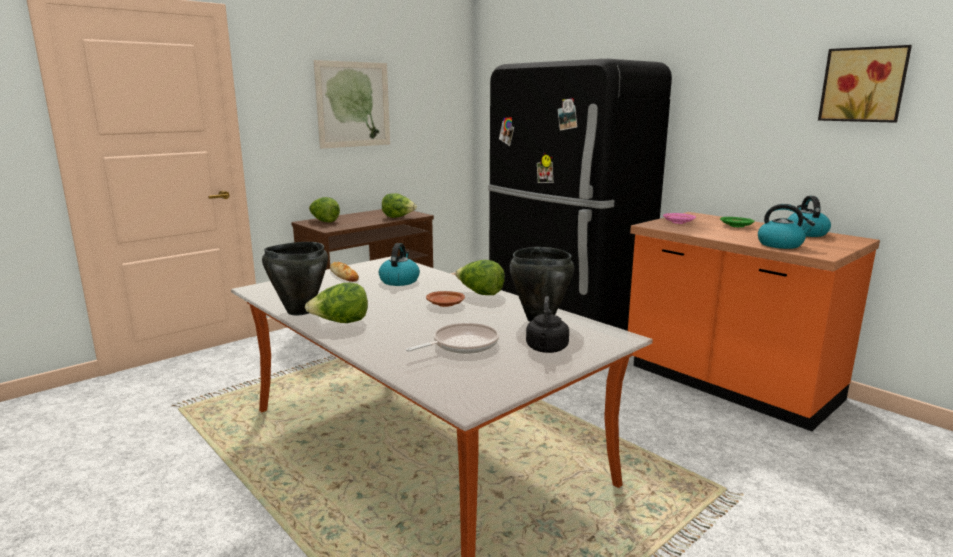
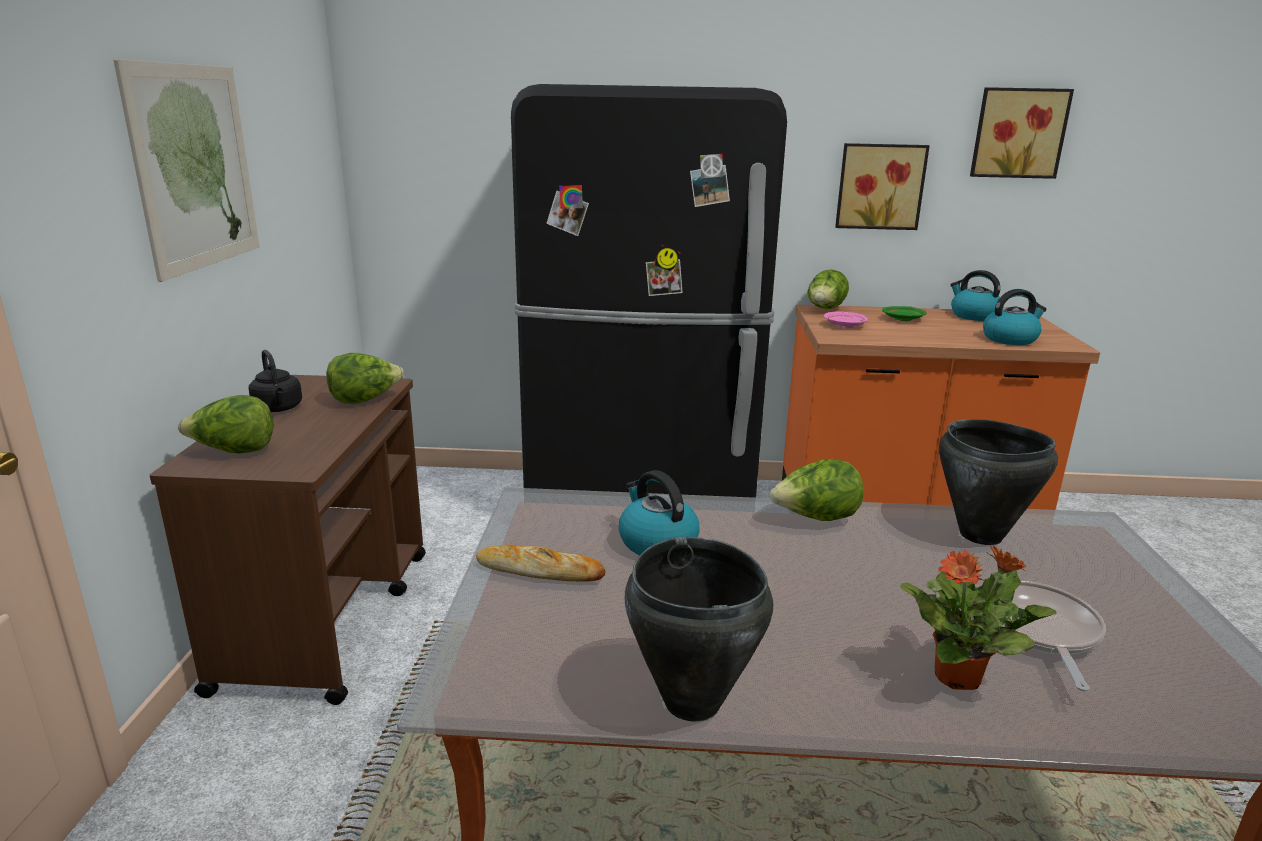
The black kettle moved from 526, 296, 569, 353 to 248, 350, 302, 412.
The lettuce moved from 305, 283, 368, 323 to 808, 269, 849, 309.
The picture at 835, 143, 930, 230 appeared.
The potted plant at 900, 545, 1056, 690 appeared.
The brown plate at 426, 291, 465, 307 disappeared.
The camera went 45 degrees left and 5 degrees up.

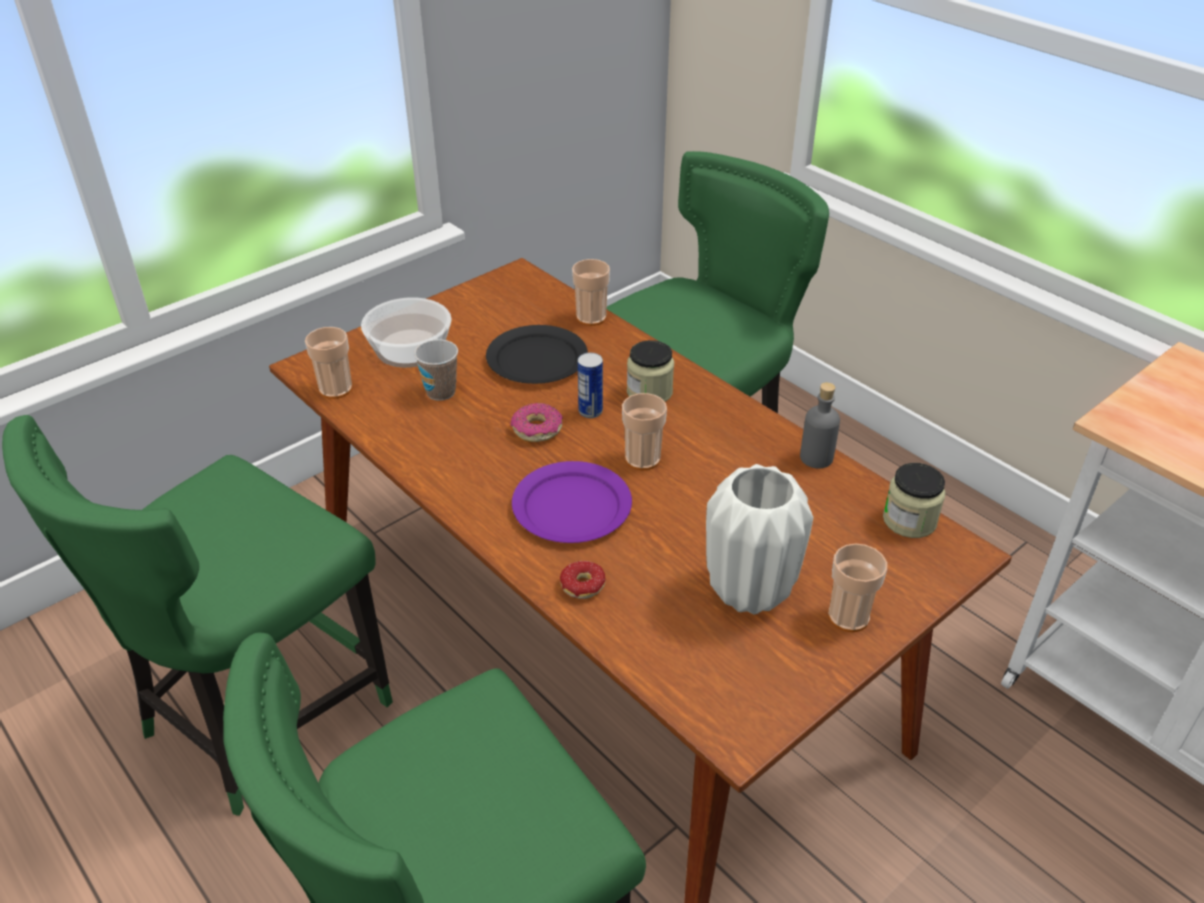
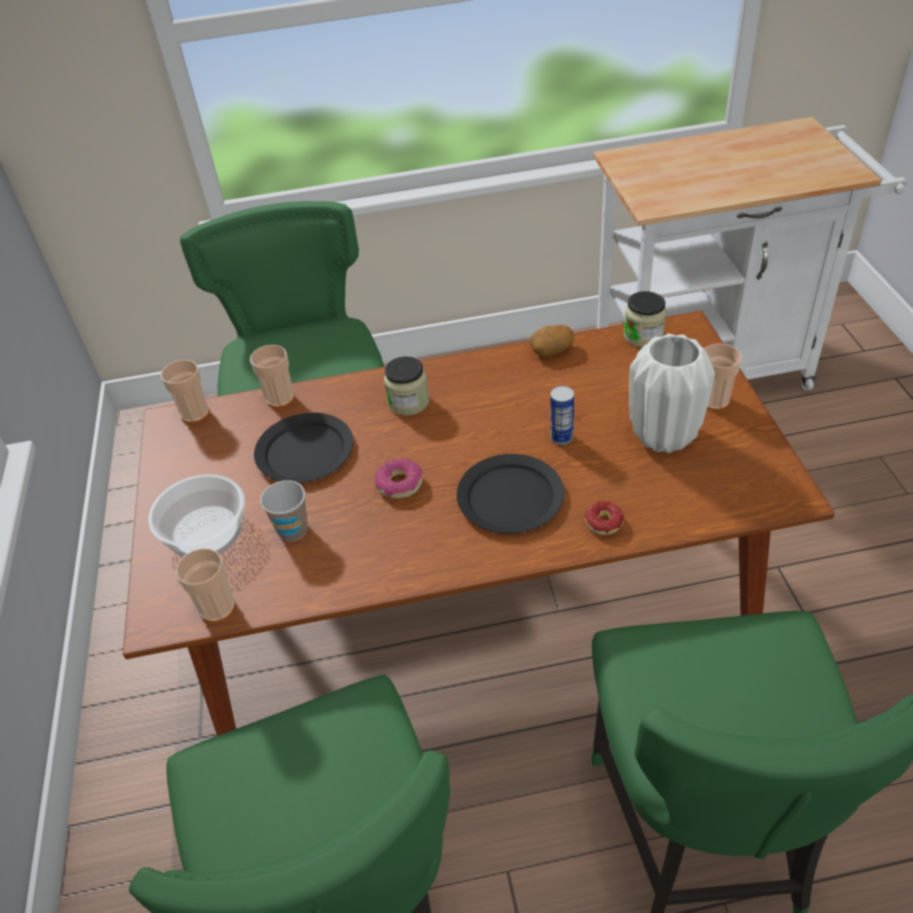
The cup moved from 622, 393, 667, 470 to 161, 360, 209, 423.
The purple plate at 512, 461, 632, 543 became the black plate at 457, 454, 564, 534.
The grey bottle at 800, 382, 840, 468 was replaced by the potato at 530, 325, 575, 357.
The can moved from 578, 353, 603, 418 to 550, 386, 574, 445.
The camera went 55 degrees left and 5 degrees up.

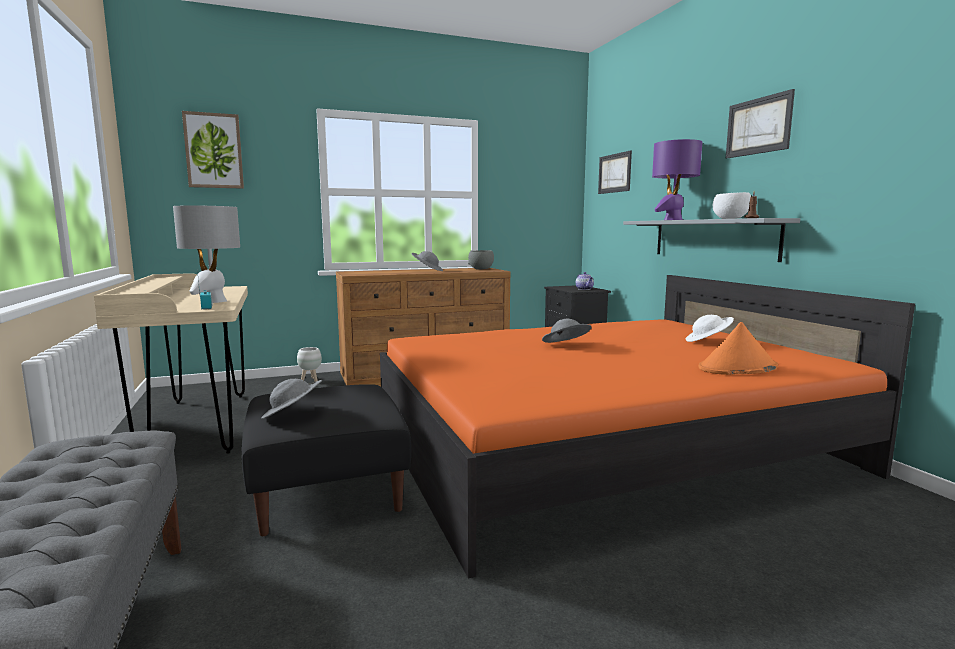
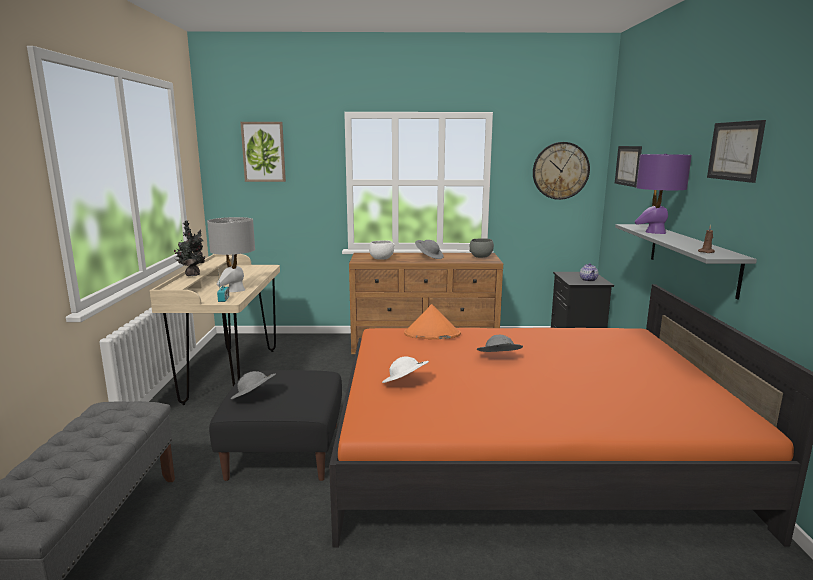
The potted plant at 174, 221, 205, 276 appeared.
The white bowl moved from 713, 192, 751, 219 to 369, 240, 395, 260.
The white hat moved from 686, 315, 734, 342 to 382, 356, 429, 383.
The orange hat moved from 699, 322, 778, 375 to 404, 304, 461, 340.
The wall clock at 533, 142, 590, 200 appeared.
The white planter at 297, 347, 322, 381 disappeared.
The camera went 20 degrees right and 5 degrees up.

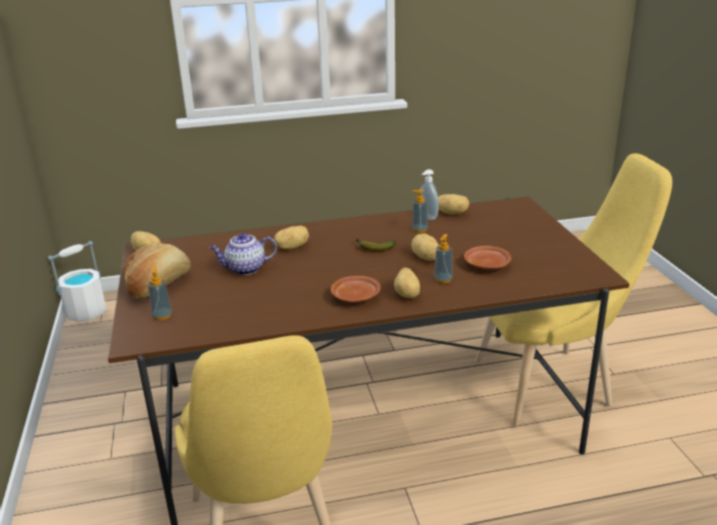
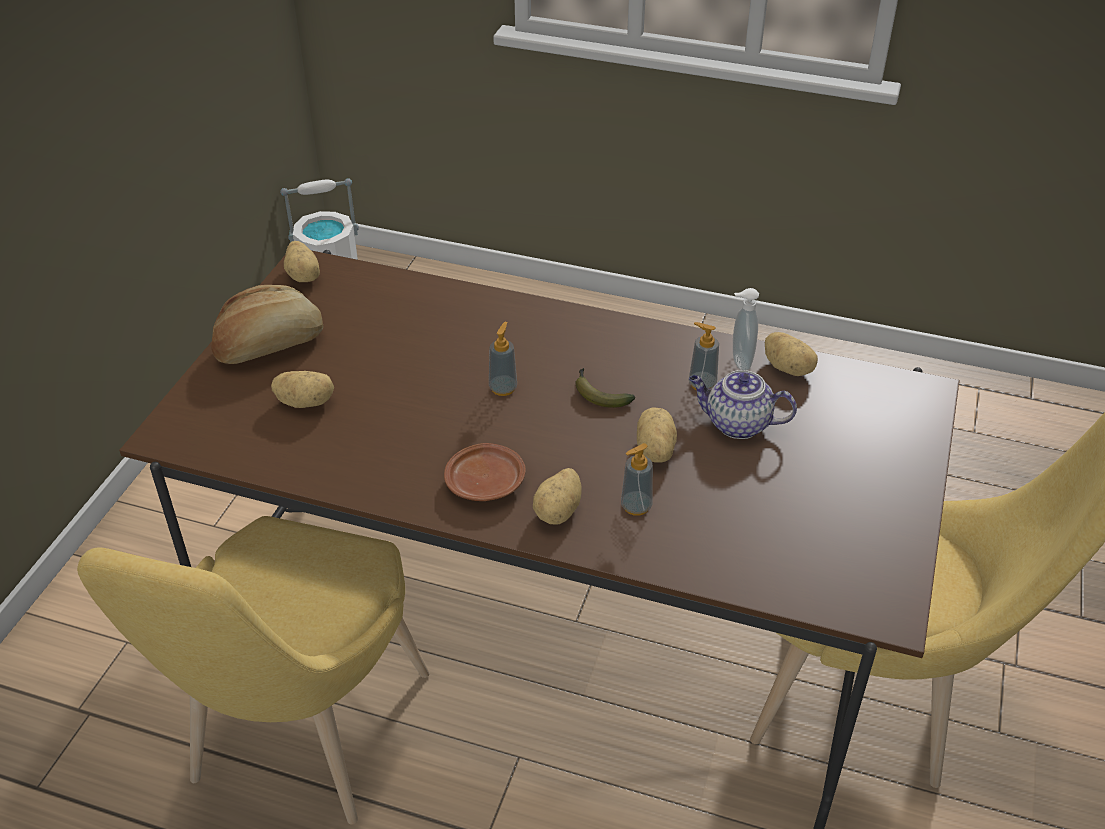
The potato moved from 274, 226, 309, 250 to 271, 371, 334, 408.
The soap dispenser moved from 148, 266, 172, 320 to 489, 322, 517, 396.
The teapot moved from 209, 233, 277, 275 to 689, 370, 797, 439.
The brown plate at 464, 246, 511, 270 disappeared.
The camera went 30 degrees right and 15 degrees up.

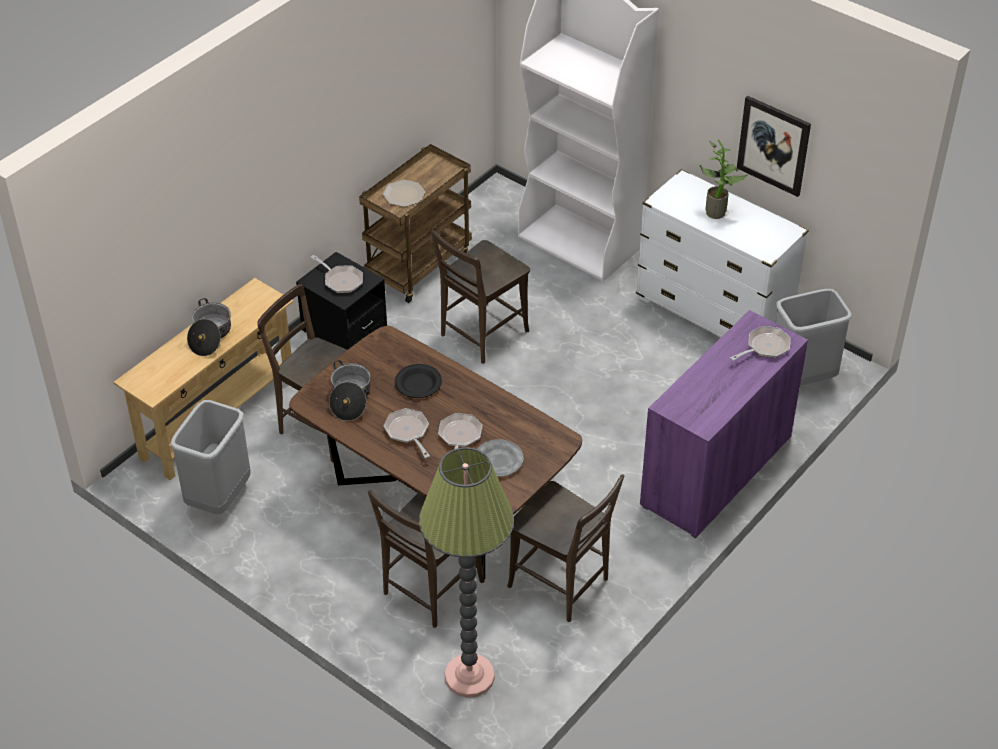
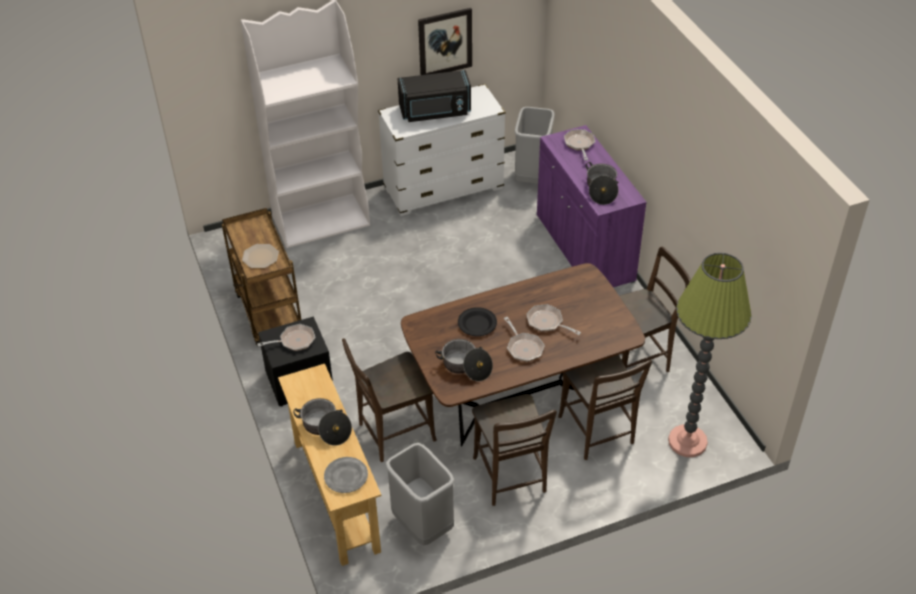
The grey plate moved from 478, 439, 524, 477 to 324, 457, 368, 493.
The potted plant at 699, 140, 748, 219 was replaced by the black microwave at 398, 70, 471, 122.
The brown chair moved from 431, 230, 530, 364 to 472, 394, 557, 506.
The frying pan at 383, 408, 430, 458 turned 120 degrees counterclockwise.
The cooking pot at 586, 162, 619, 205 appeared.
The camera went 60 degrees left and 0 degrees up.

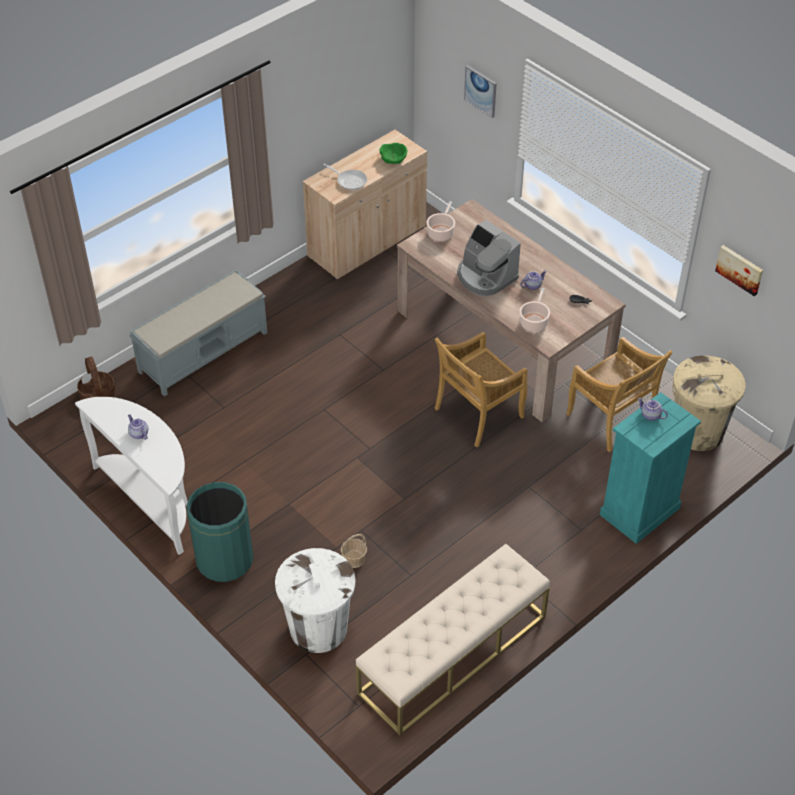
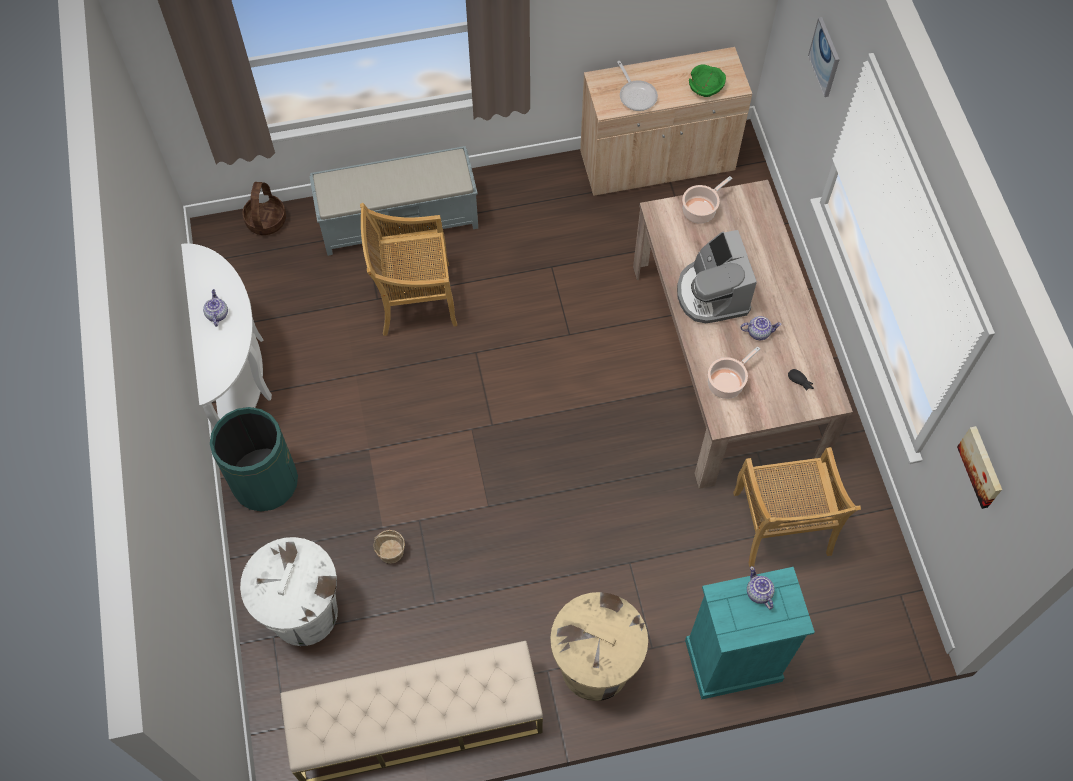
The beige chair moved from 435, 332, 528, 447 to 360, 203, 457, 336.
The beige trash can moved from 672, 356, 746, 451 to 550, 592, 648, 701.
The camera went 30 degrees right and 15 degrees up.

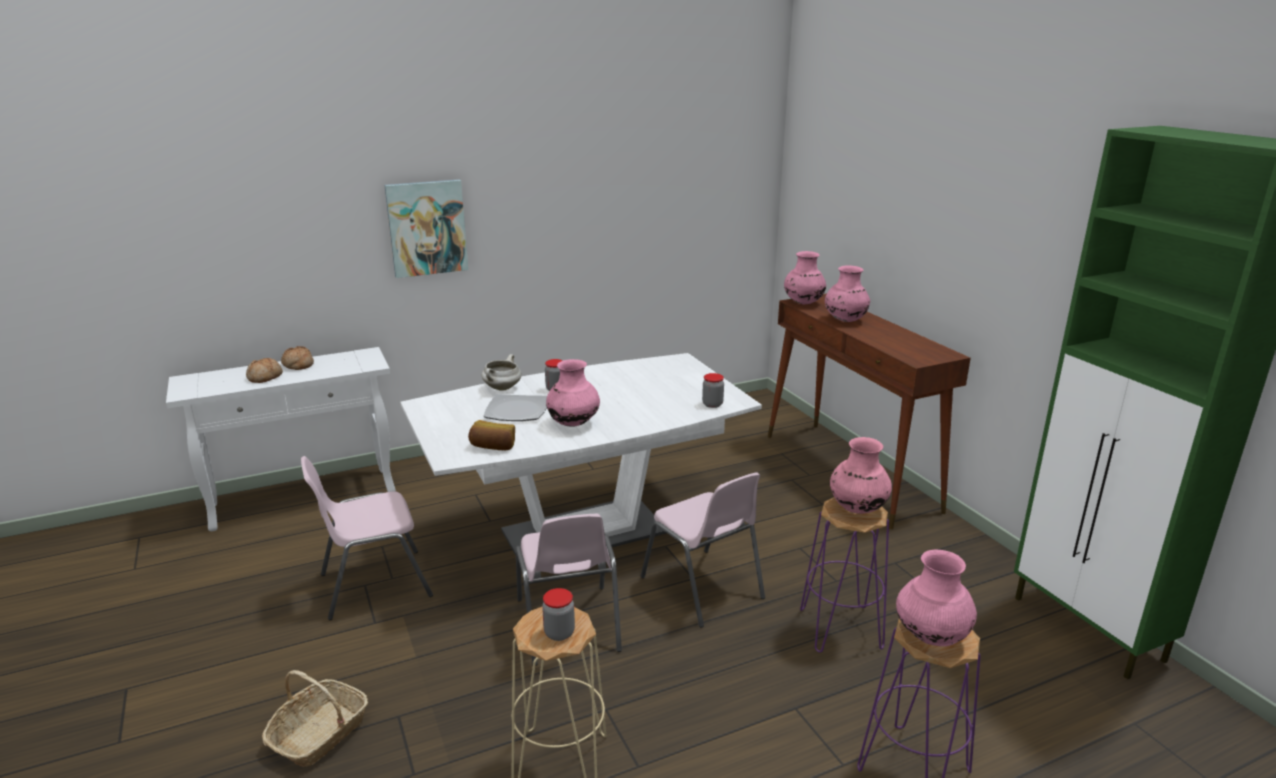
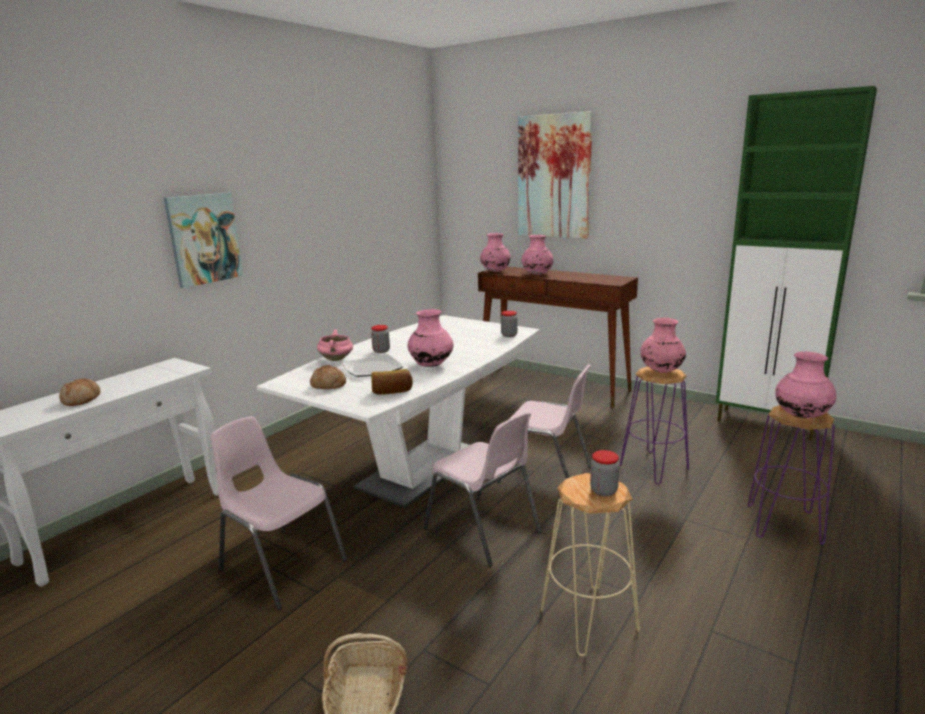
The pink chair at 301, 456, 433, 620 turned 90 degrees clockwise.
The bread moved from 281, 346, 314, 370 to 310, 365, 346, 389.
The white cooking pot at 482, 354, 522, 391 became the pink cooking pot at 317, 329, 353, 361.
The picture at 518, 111, 593, 239 appeared.
The camera went 30 degrees left and 5 degrees down.

